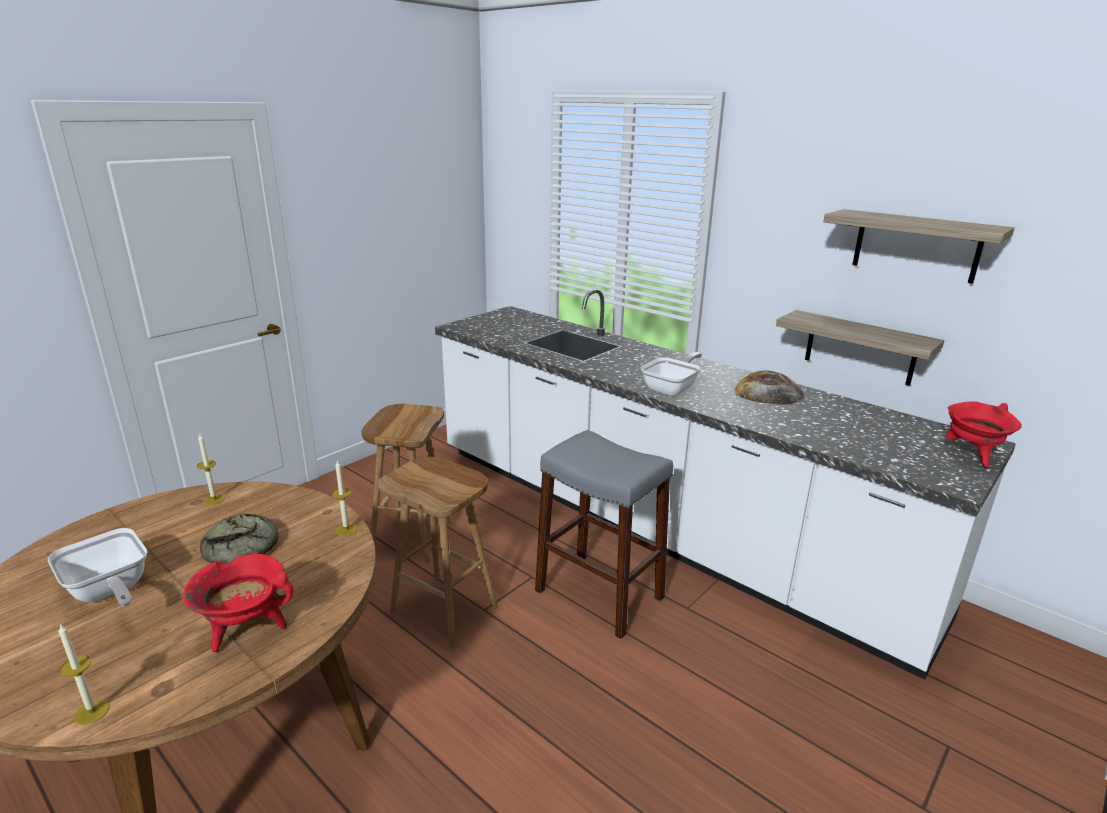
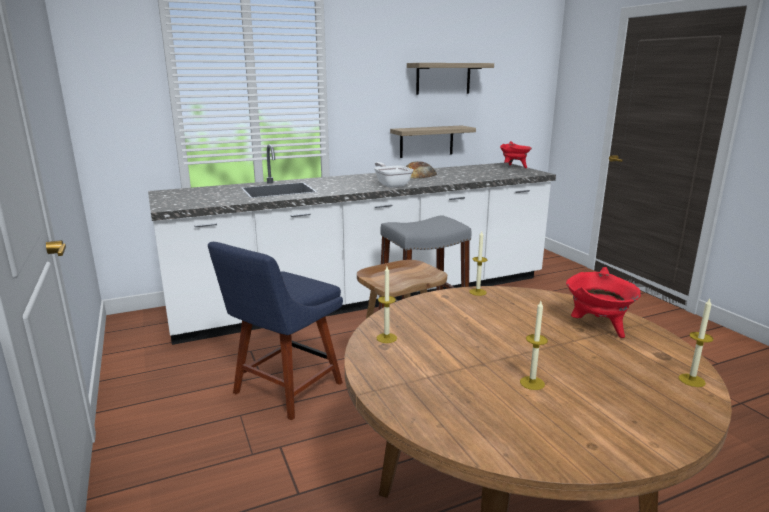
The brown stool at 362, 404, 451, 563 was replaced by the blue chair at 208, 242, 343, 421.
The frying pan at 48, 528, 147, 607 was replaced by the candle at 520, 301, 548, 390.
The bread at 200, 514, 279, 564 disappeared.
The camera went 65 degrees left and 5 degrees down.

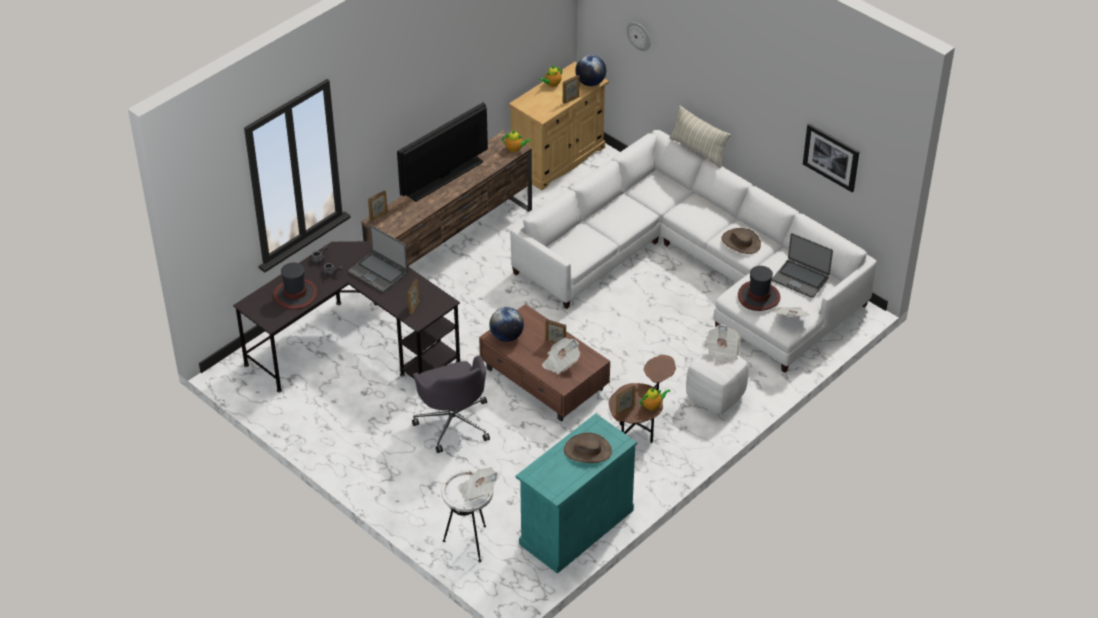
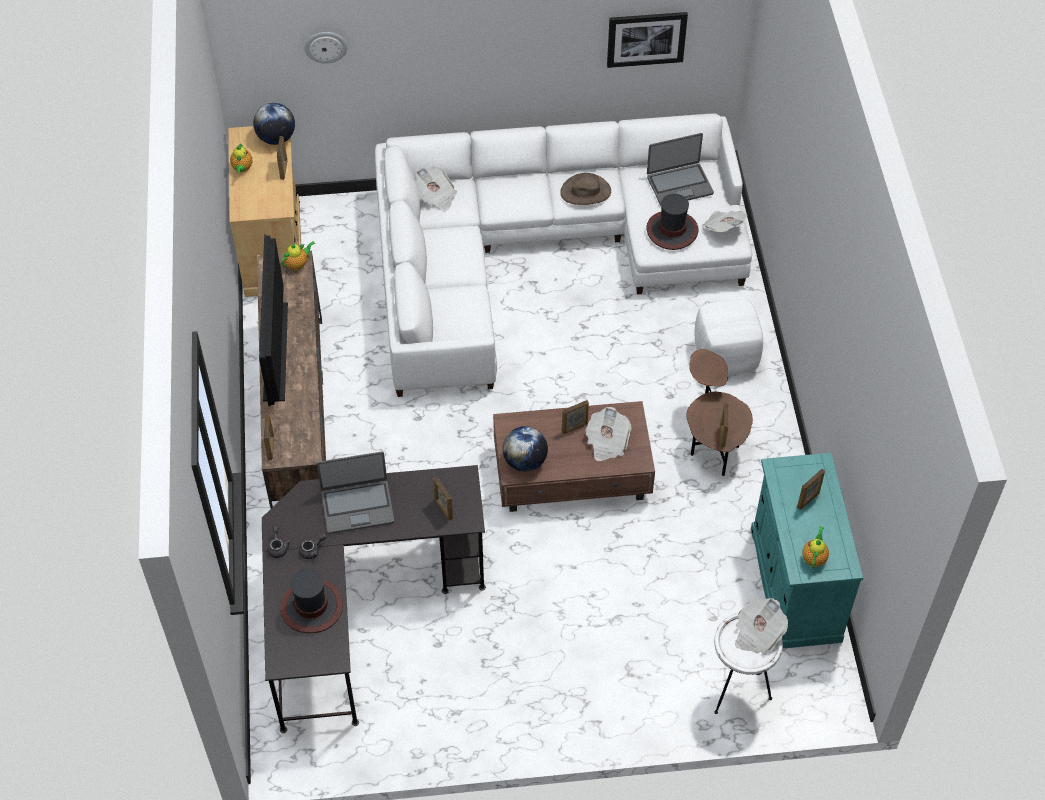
The newspaper moved from 705, 324, 741, 366 to 415, 167, 457, 210.
The brown hat at 564, 433, 612, 463 was replaced by the picture frame at 797, 469, 825, 510.
The teapot moved from 640, 387, 670, 410 to 802, 526, 829, 568.
The grey office chair at 412, 355, 490, 453 disappeared.
The pillow at 669, 105, 731, 168 disappeared.
The camera went 50 degrees left and 10 degrees up.

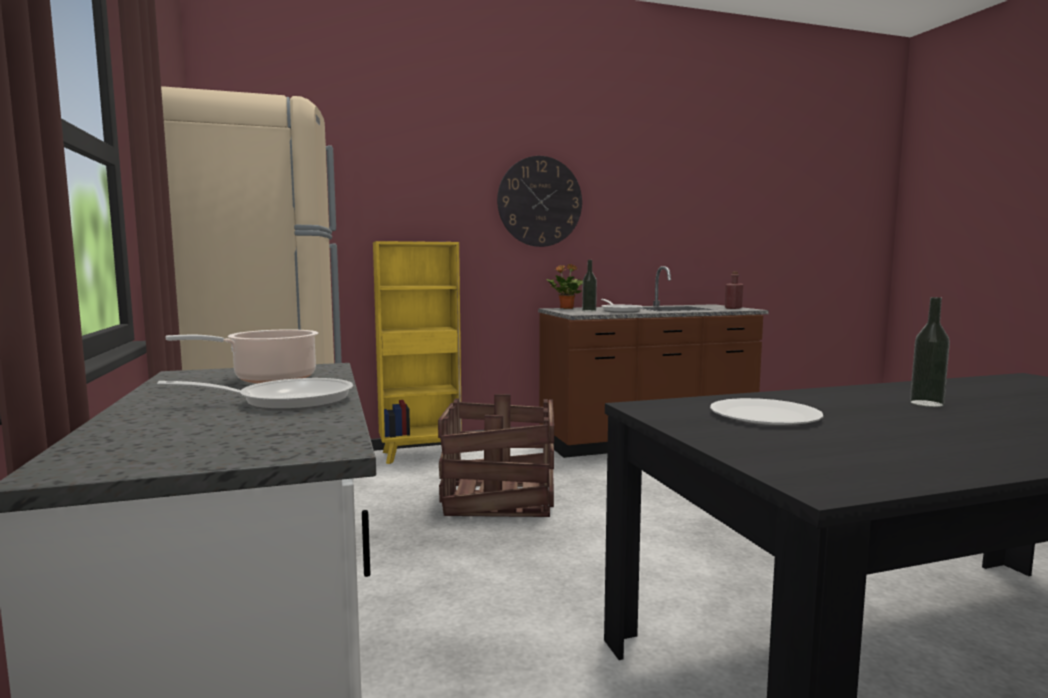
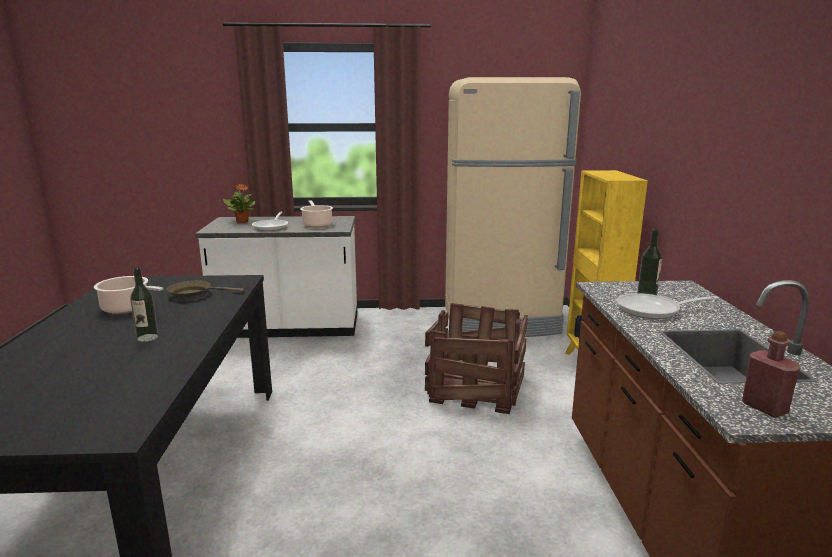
The cooking pot at 94, 276, 163, 314 appeared.
The white plate at 710, 398, 823, 425 was replaced by the brown frying pan at 167, 280, 244, 300.
The potted plant moved from 546, 264, 583, 309 to 223, 184, 255, 223.
The wall clock at 497, 156, 582, 247 disappeared.
The camera went 105 degrees right and 10 degrees up.

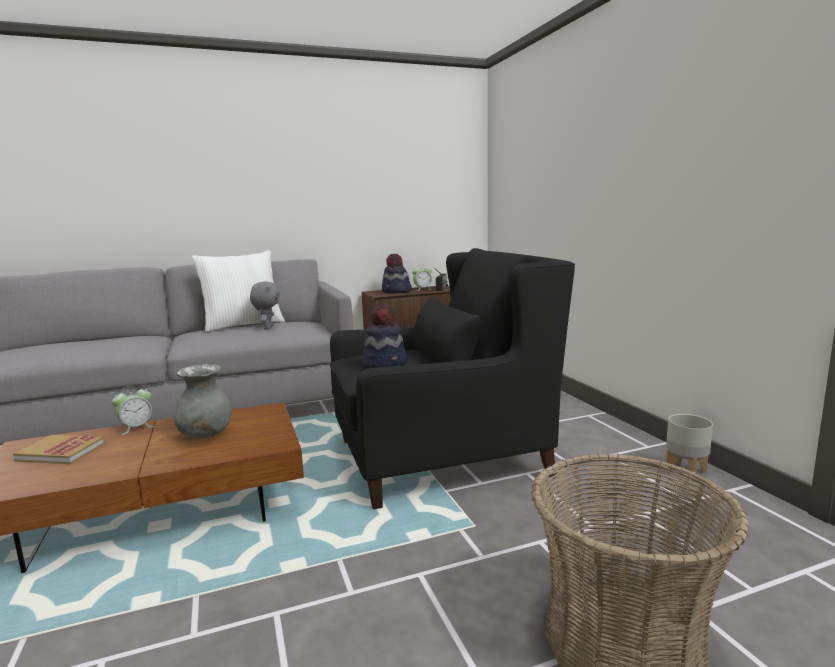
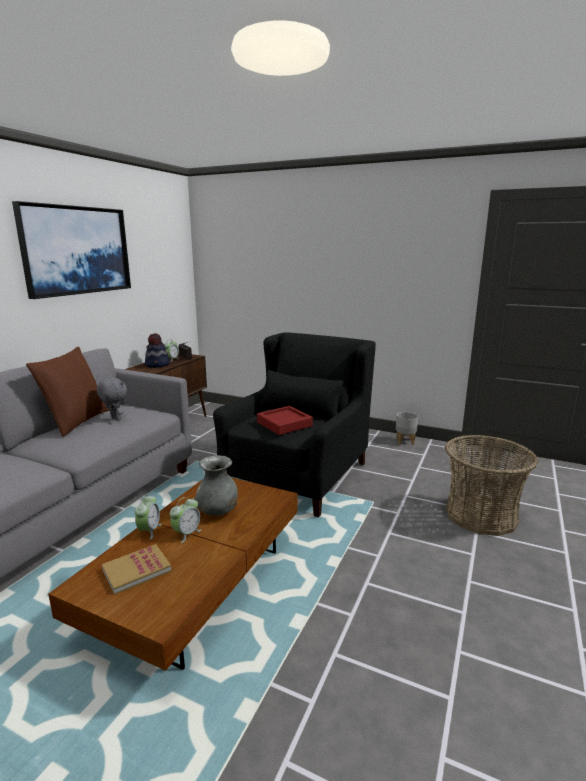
The picture at 12, 201, 131, 299 appeared.
The white pillow at 191, 251, 285, 332 became the brown pillow at 26, 346, 109, 437.
The alarm clock at 170, 497, 201, 543 appeared.
The hat at 362, 303, 407, 369 was replaced by the red tray at 257, 406, 313, 435.
The camera went 45 degrees left and 5 degrees up.

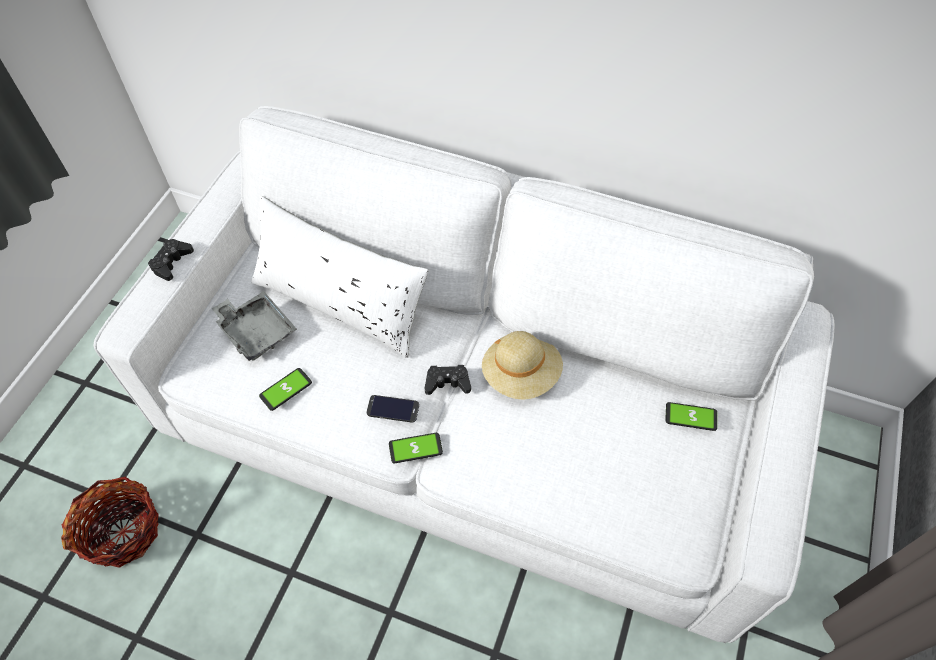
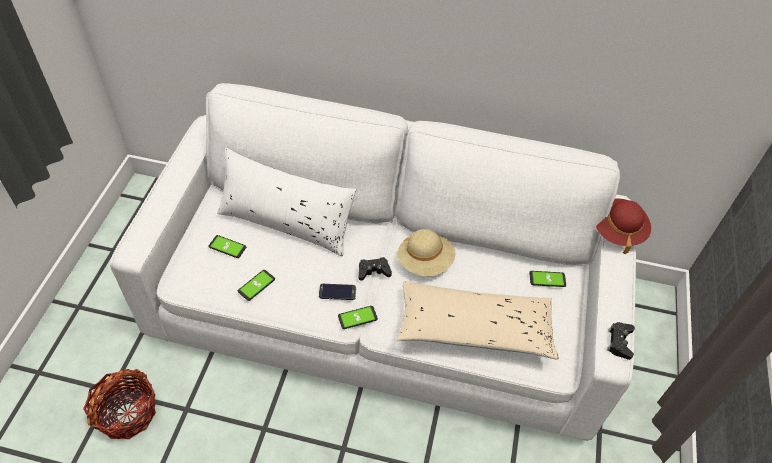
The grey tray at 211, 291, 297, 361 was replaced by the phone at 208, 235, 246, 258.
The beige pillow at 397, 281, 559, 359 appeared.
The red hat at 596, 198, 651, 254 appeared.
The black game controller moved from 148, 239, 194, 281 to 607, 322, 635, 360.
The camera went 10 degrees left and 5 degrees down.

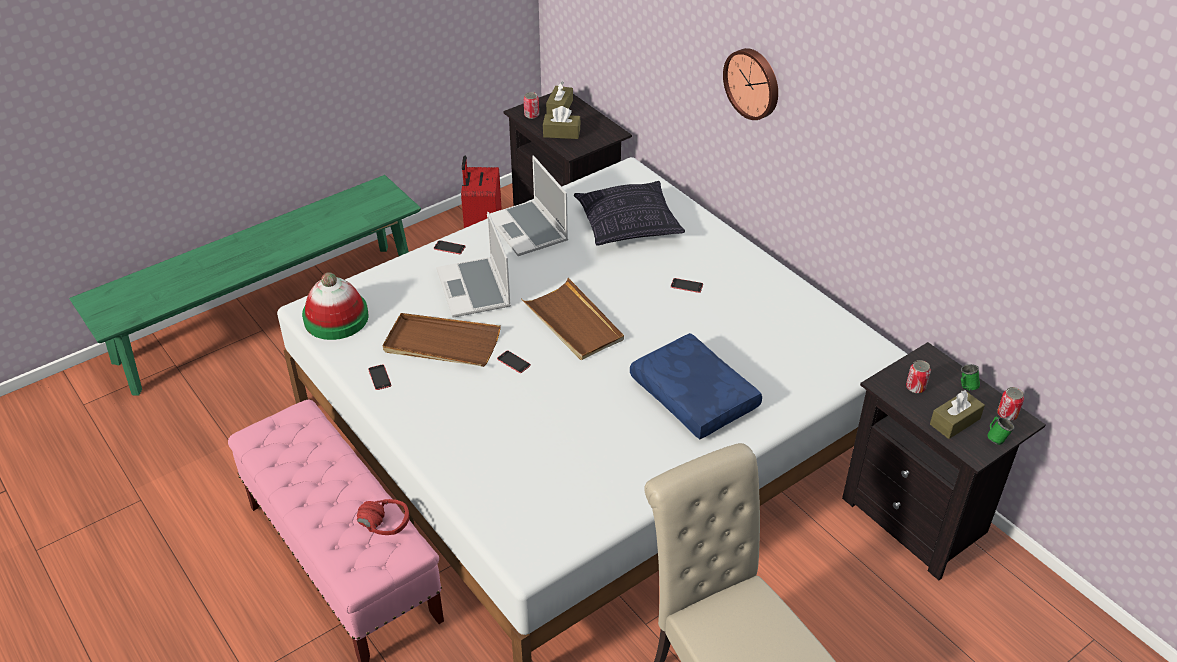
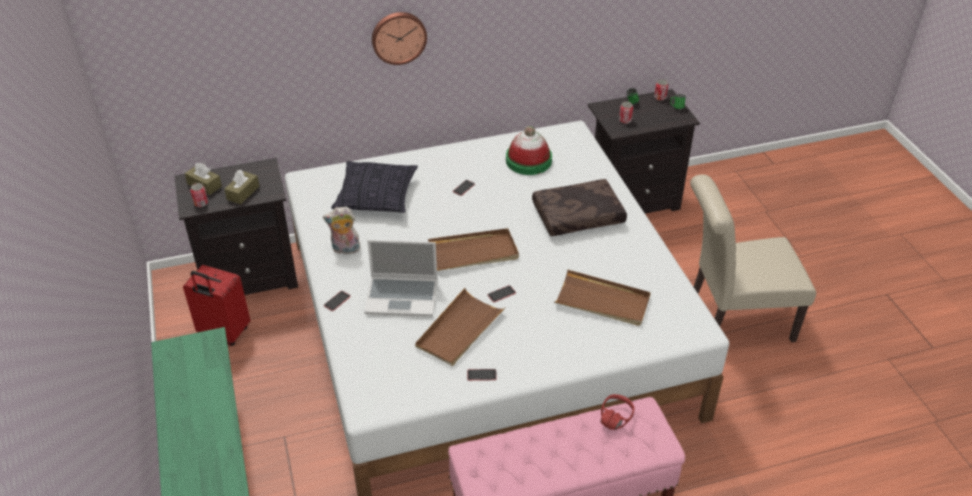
The laptop at 490, 156, 568, 256 was replaced by the plush toy at 323, 207, 361, 254.
The hat moved from 302, 272, 369, 340 to 506, 126, 552, 175.
The blue pillow at 630, 333, 762, 439 became the brown pillow at 532, 179, 627, 236.
The brown tray at 554, 270, 651, 326 appeared.
The brown tissue box at 930, 390, 985, 439 disappeared.
The camera went 70 degrees left and 0 degrees up.

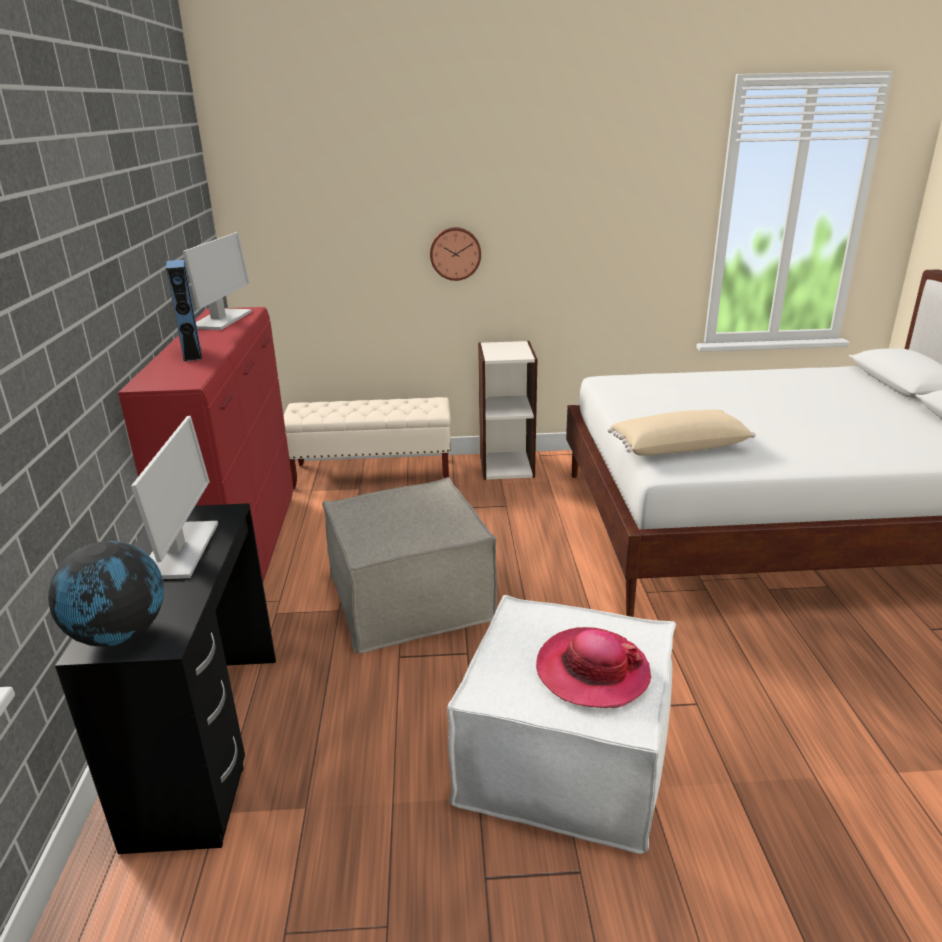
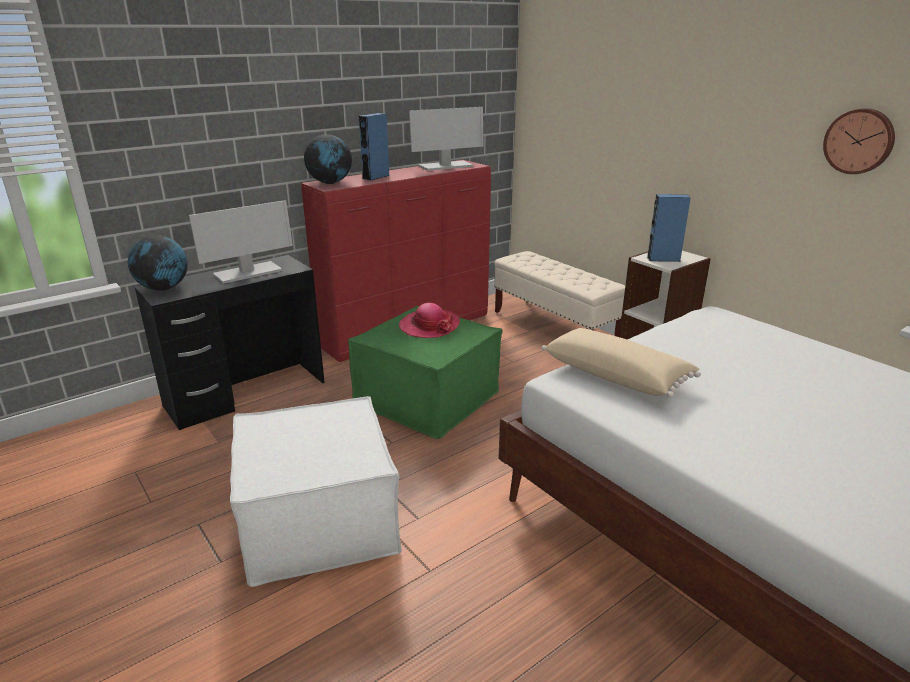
The globe at 304, 134, 352, 184 appeared.
The beige ottoman at 322, 477, 497, 653 became the green ottoman at 348, 306, 503, 439.
The hat moved from 536, 627, 652, 708 to 399, 303, 460, 338.
The blue speaker at 647, 194, 691, 262 appeared.
The wall clock moved from 430, 227, 481, 281 to 823, 108, 895, 174.
The camera went 55 degrees right and 0 degrees up.

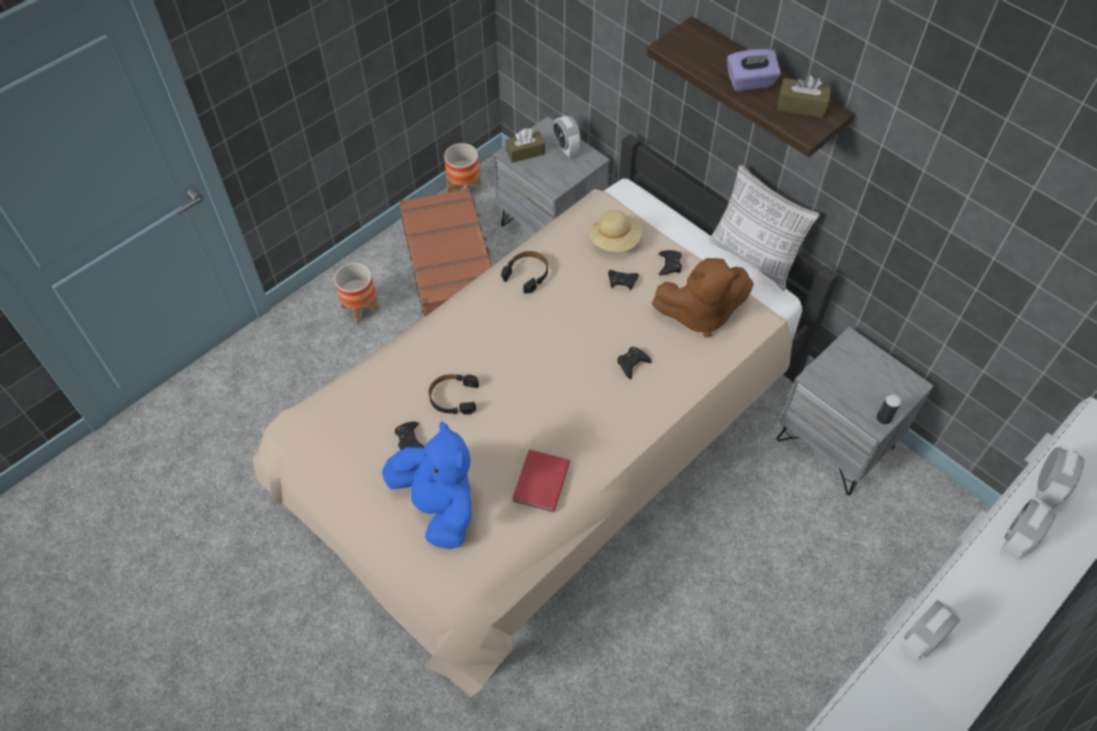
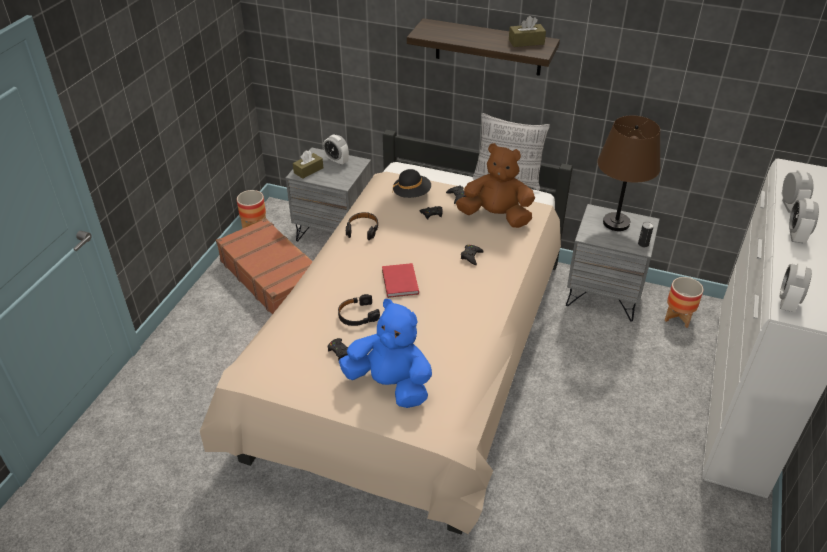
The red book moved from 512, 449, 570, 512 to 382, 263, 419, 298.
The beige hat at 591, 210, 643, 252 became the black hat at 393, 169, 431, 198.
The brown plush toy at 652, 258, 754, 338 turned 135 degrees counterclockwise.
The brown table lamp at 597, 115, 660, 231 appeared.
The planter moved from 334, 263, 379, 323 to 665, 277, 703, 328.
The purple tissue box at 727, 49, 781, 91 disappeared.
The camera went 25 degrees left and 15 degrees down.

